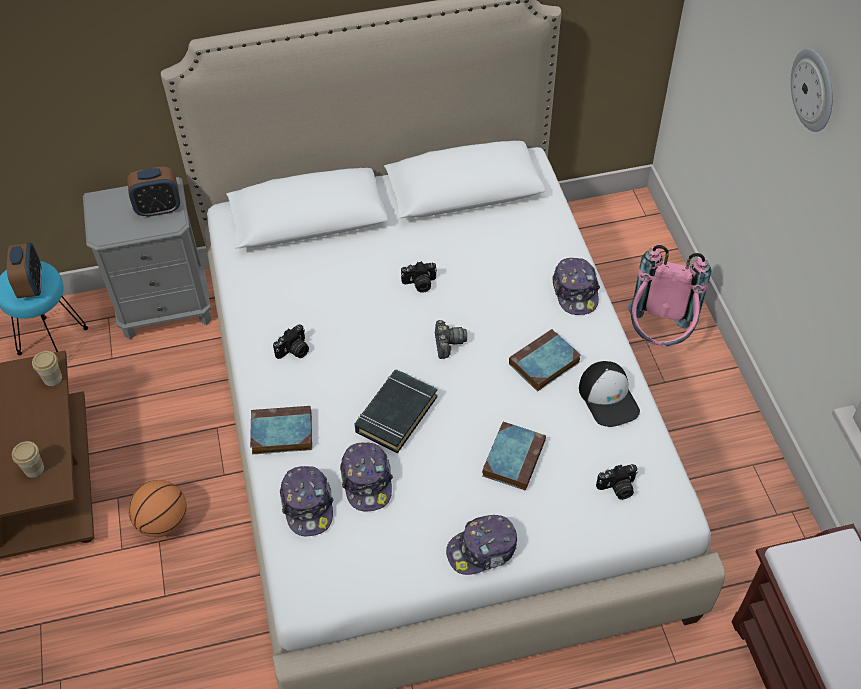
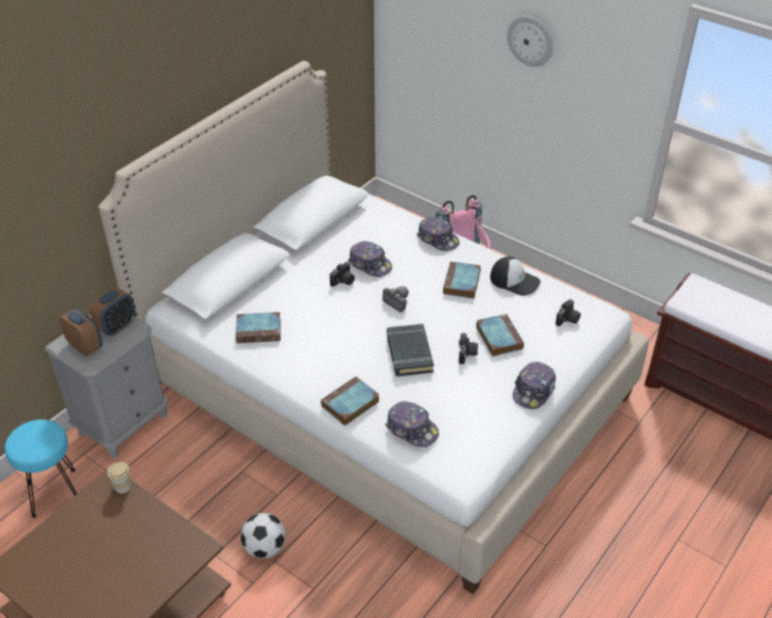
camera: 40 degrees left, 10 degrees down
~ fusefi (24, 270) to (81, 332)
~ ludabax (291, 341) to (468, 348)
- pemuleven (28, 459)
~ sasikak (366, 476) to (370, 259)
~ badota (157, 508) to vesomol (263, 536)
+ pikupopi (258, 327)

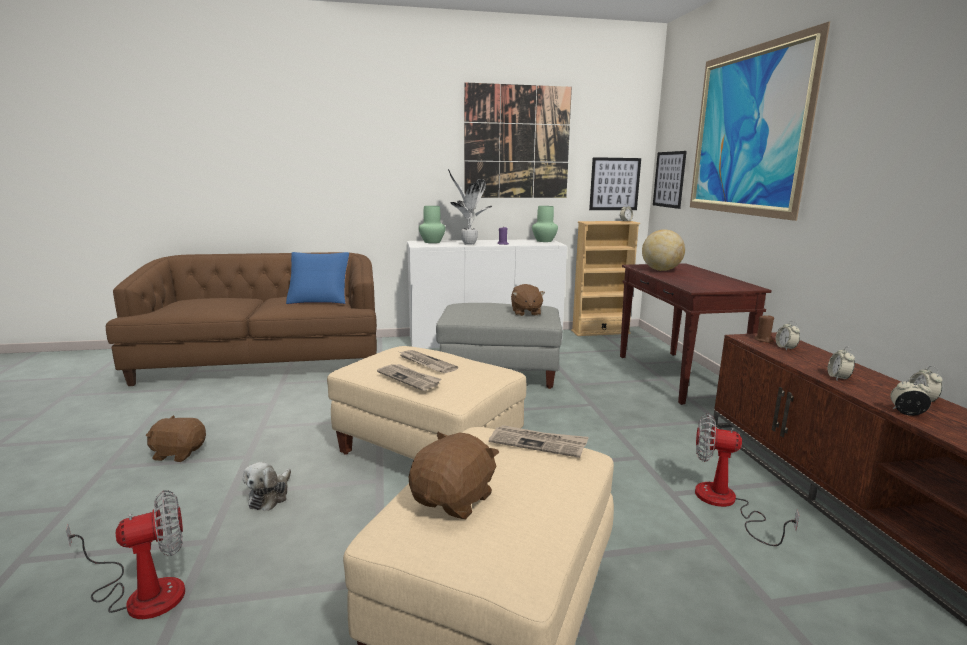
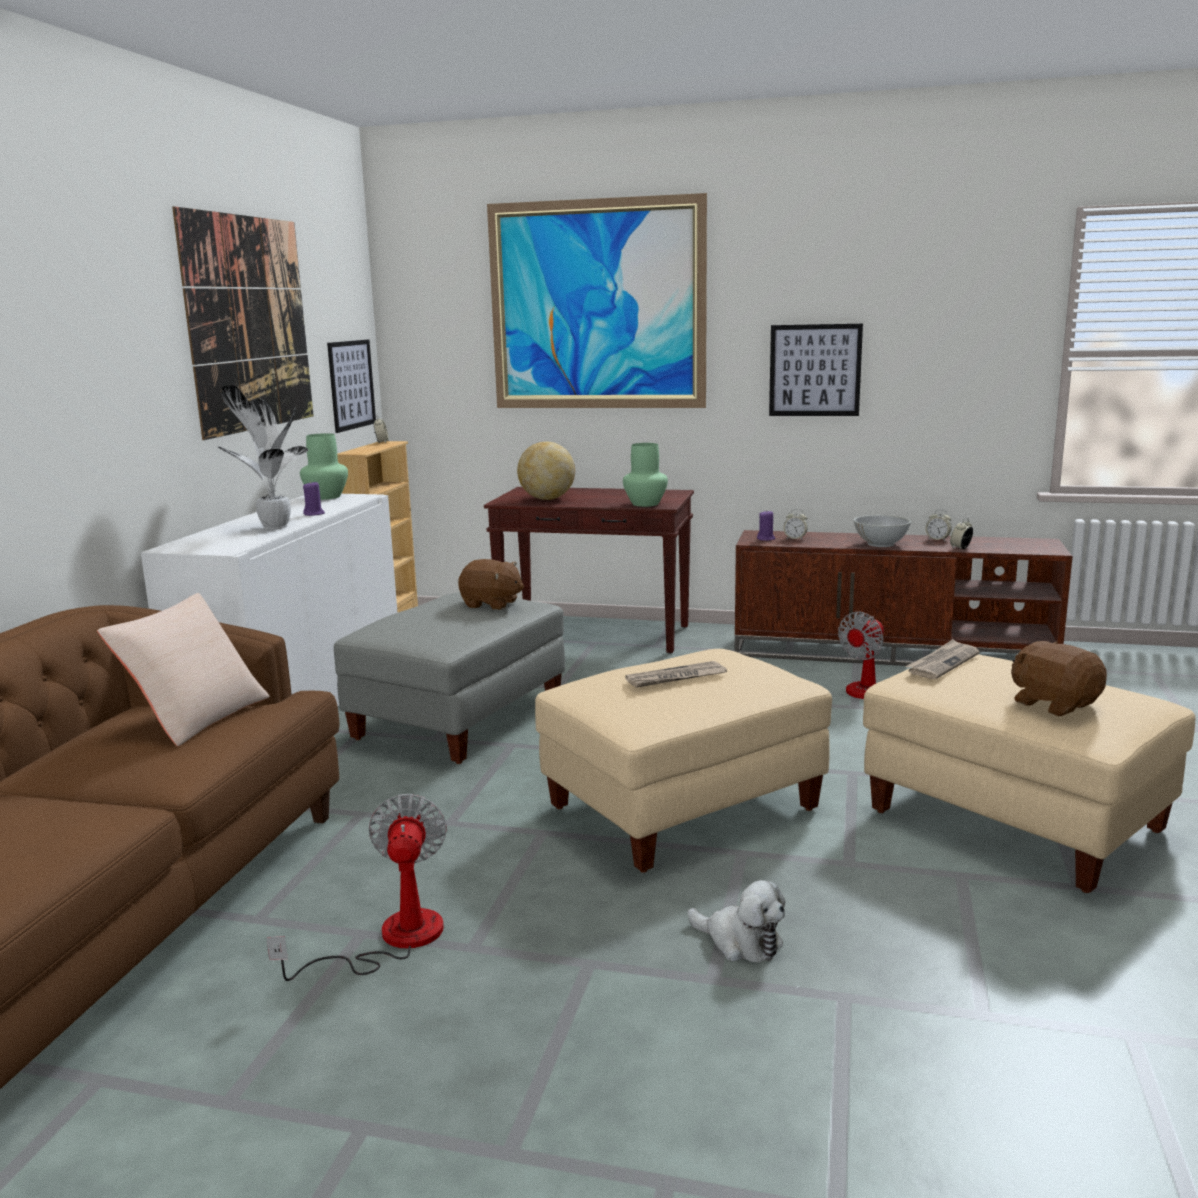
camera: 65 degrees left, 0 degrees up
~ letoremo (670, 180) to (816, 370)
~ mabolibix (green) (432, 224) to (645, 475)
~ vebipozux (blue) (317, 278) to vebipozux (beige) (183, 669)
~ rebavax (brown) (764, 328) to rebavax (purple) (766, 525)
~ fusefi (841, 363) to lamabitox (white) (882, 531)
- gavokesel (409, 377)
- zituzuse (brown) (176, 438)
~ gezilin (125, 554) to (356, 887)

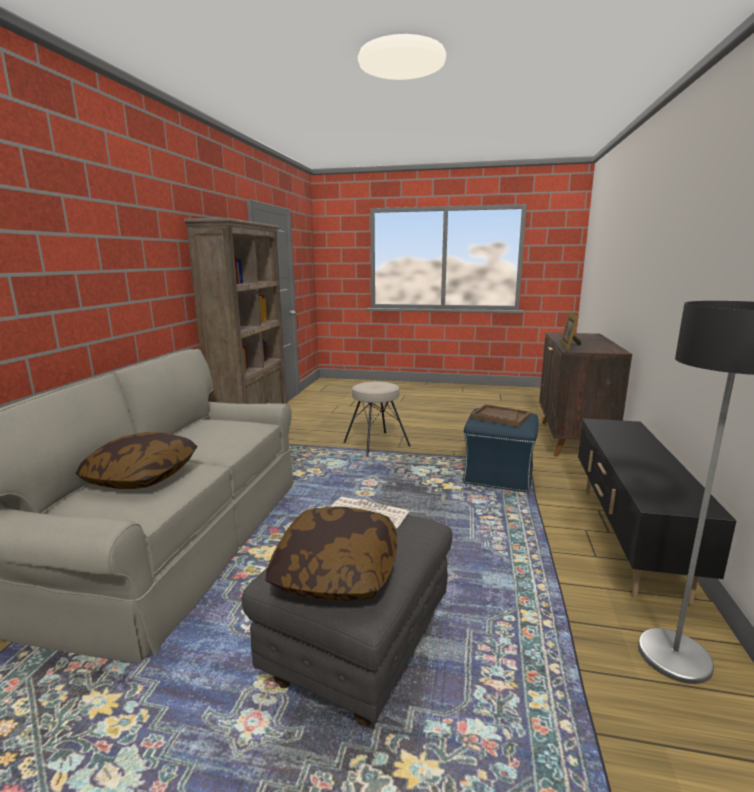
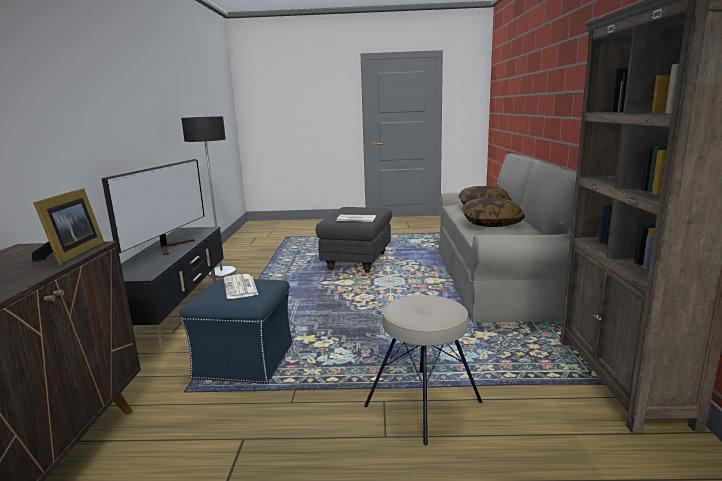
camera: 170 degrees right, 0 degrees up
~ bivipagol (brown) (501, 415) to gavokesel (241, 286)
~ vebipozux (331, 554) to (493, 212)
+ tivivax (153, 207)

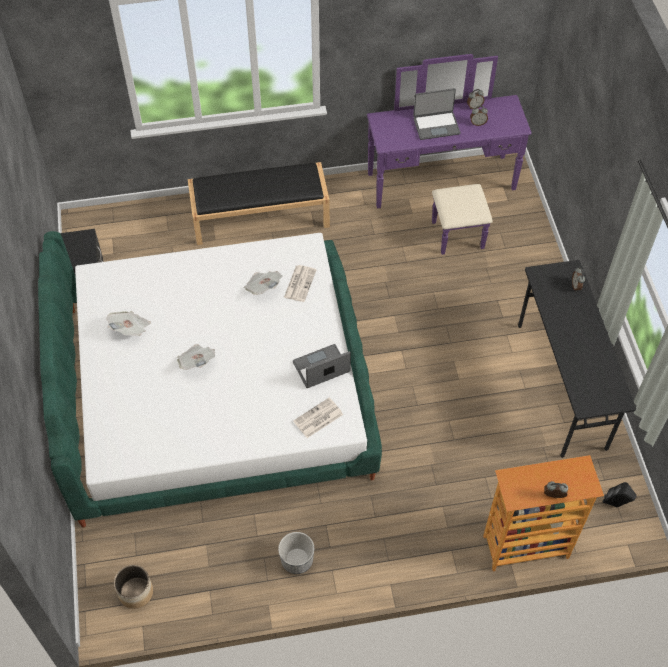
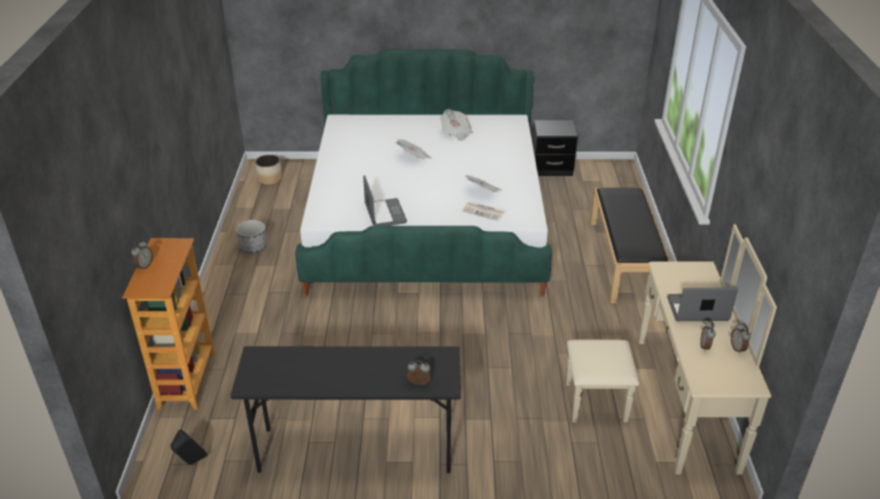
camera: 100 degrees right, 20 degrees down
~ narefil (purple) (449, 154) to narefil (beige) (671, 349)
~ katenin (437, 114) = (702, 304) 90 degrees clockwise
- gavokesel (318, 417)

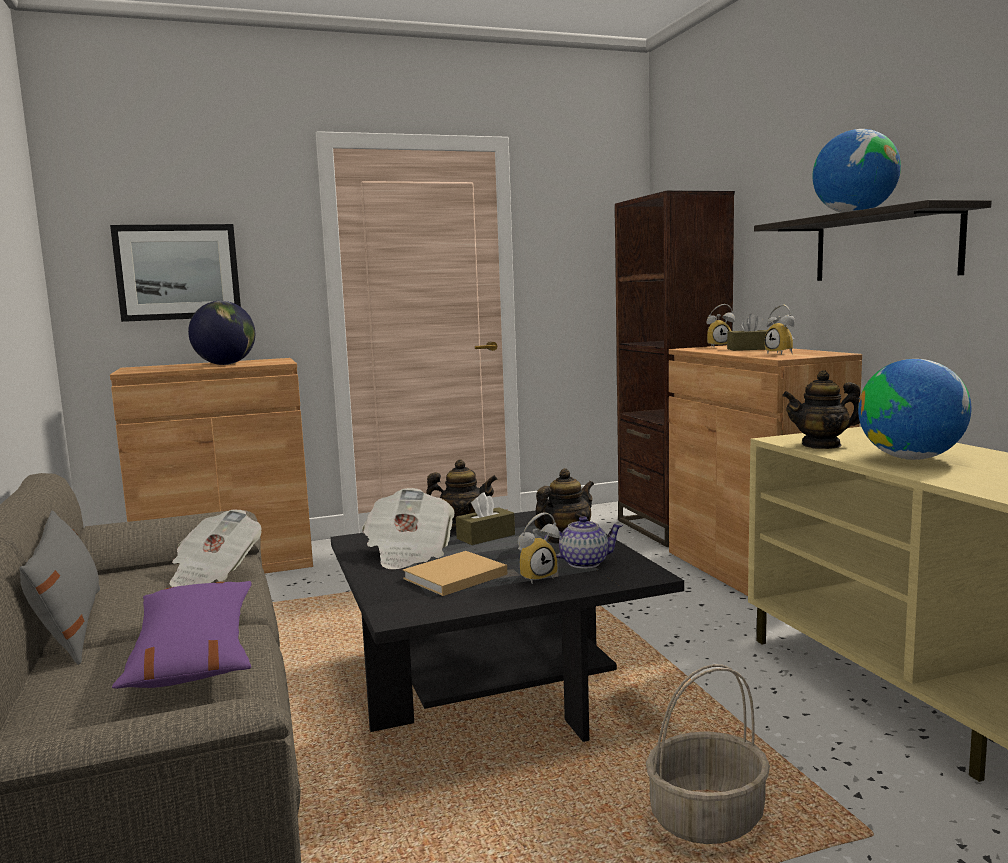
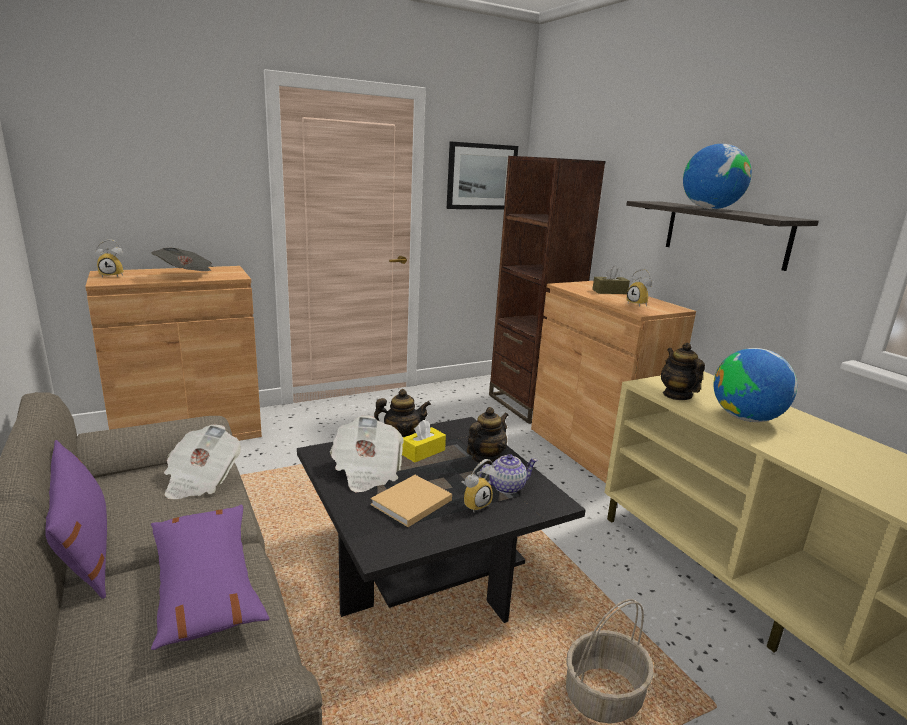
camera: 10 degrees left, 10 degrees up
~ letoremo (175, 273) to (482, 176)
~ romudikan (221, 333) to gavokesel (182, 259)
~ fusefi (720, 325) to (109, 258)
~ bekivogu (821, 409) = (683, 371) 90 degrees clockwise
~ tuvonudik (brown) (485, 519) to tuvonudik (yellow) (424, 441)
~ vebipozux (grey) (59, 588) to vebipozux (purple) (76, 519)

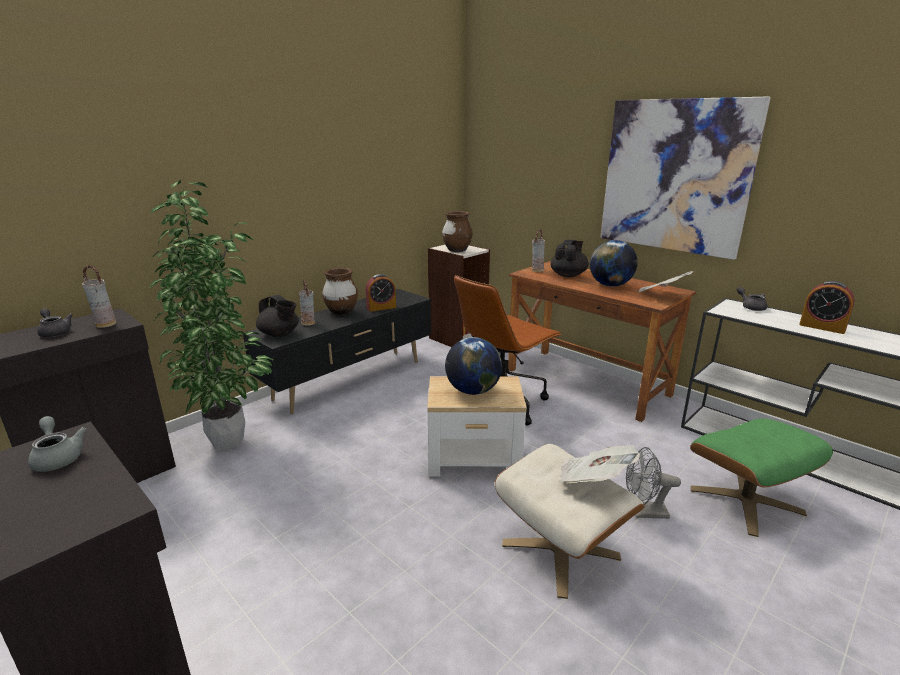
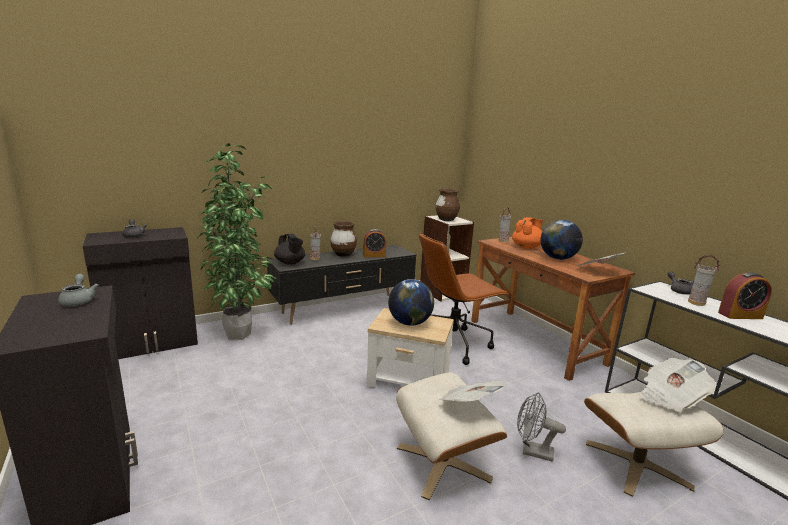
camera: 15 degrees right, 5 degrees down
- letoremo (685, 178)
~ bekivogu (black) (570, 258) to bekivogu (orange) (527, 233)
~ mabolibix (99, 296) to (704, 280)
~ fusefi (826, 307) = (745, 295) 60 degrees counterclockwise
~ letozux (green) (761, 477) to letozux (beige) (654, 444)
+ gavokesel (678, 385)

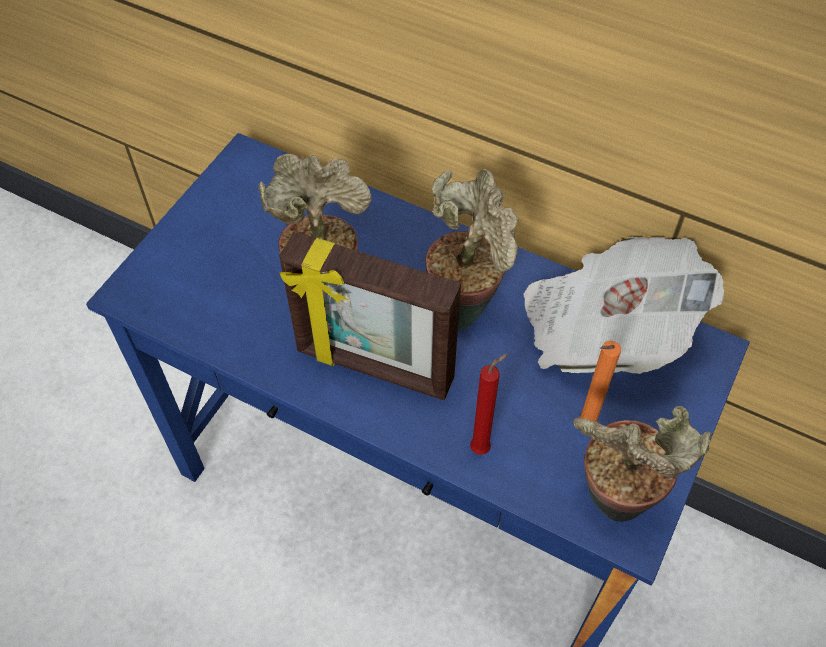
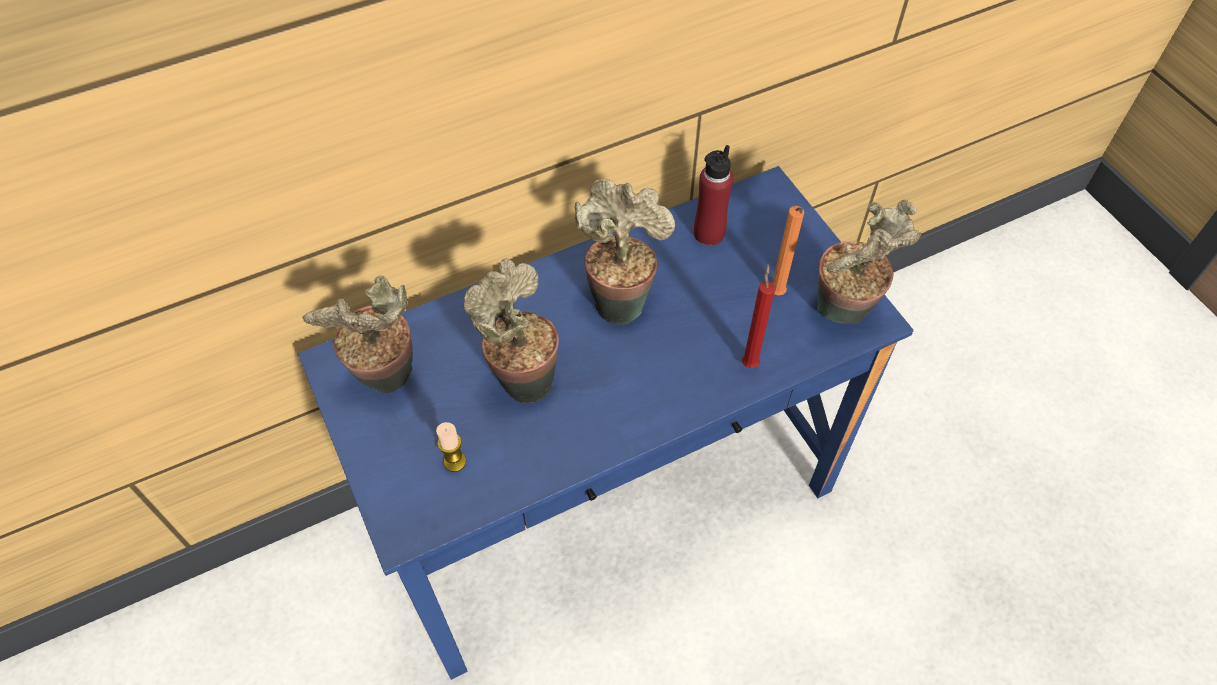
camera: 55 degrees left, 0 degrees up
- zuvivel (370, 315)
~ gavokesel (623, 305) to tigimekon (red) (713, 195)
+ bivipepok (357, 334)
+ rebavax (451, 447)

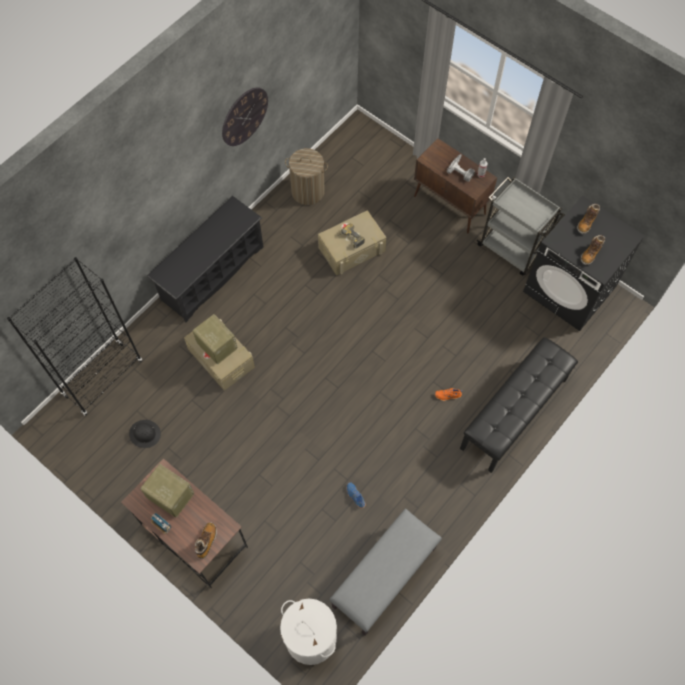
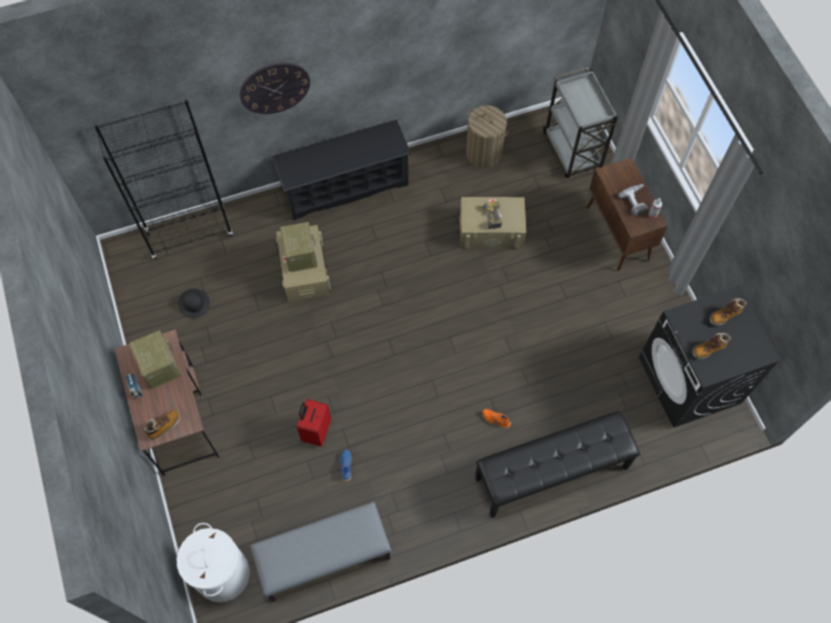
camera: 30 degrees right, 0 degrees up
~ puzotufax (245, 116) to (275, 88)
~ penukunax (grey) (520, 226) to (580, 122)
+ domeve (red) (314, 423)

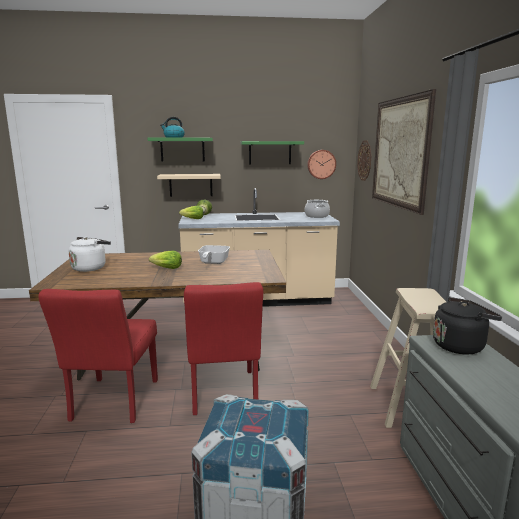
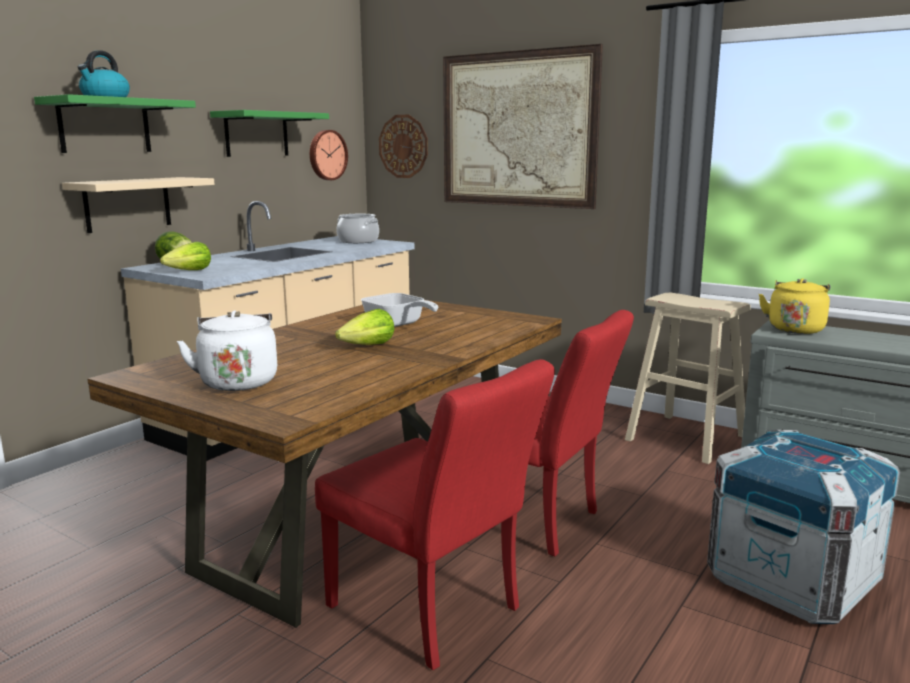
camera: 50 degrees left, 0 degrees up
~ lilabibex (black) (467, 325) to lilabibex (yellow) (794, 306)

